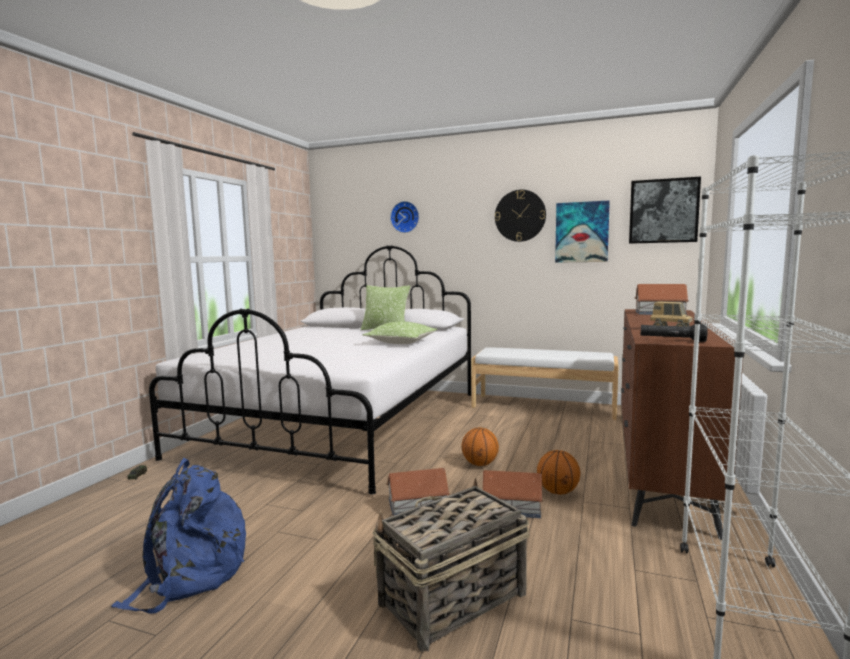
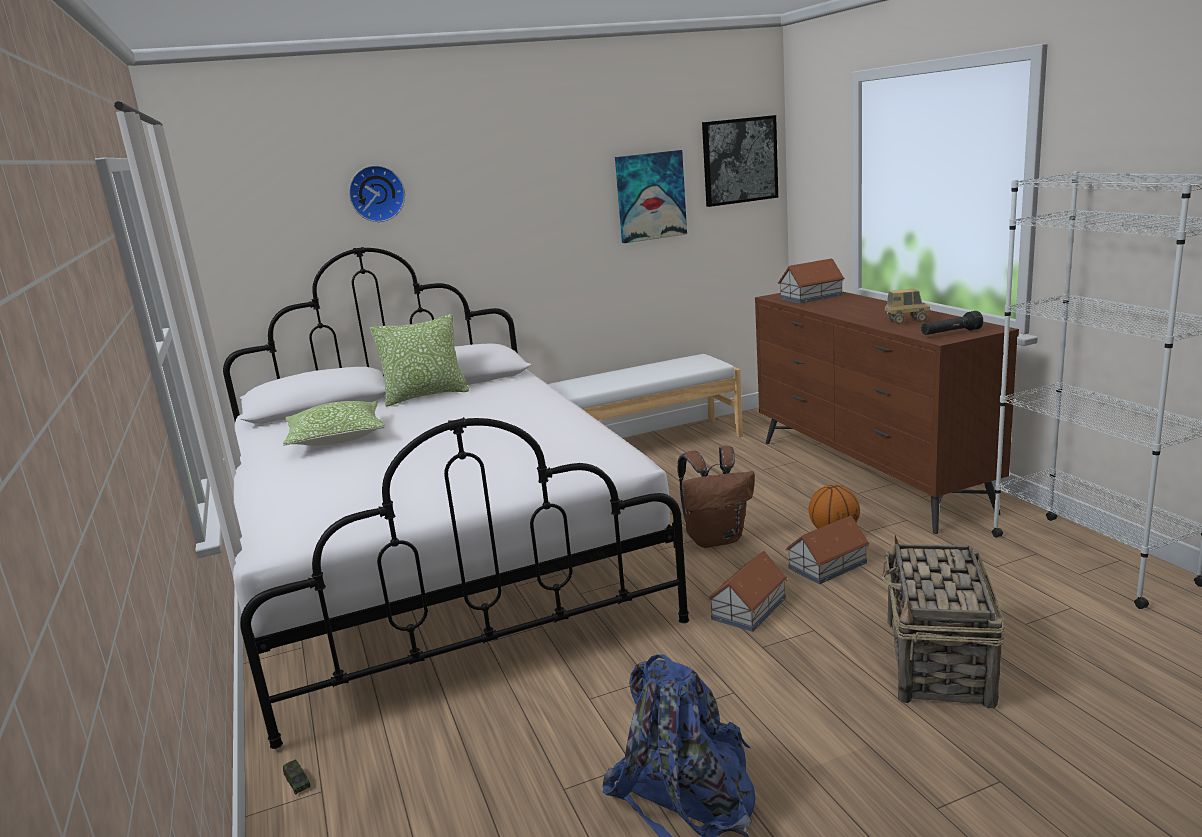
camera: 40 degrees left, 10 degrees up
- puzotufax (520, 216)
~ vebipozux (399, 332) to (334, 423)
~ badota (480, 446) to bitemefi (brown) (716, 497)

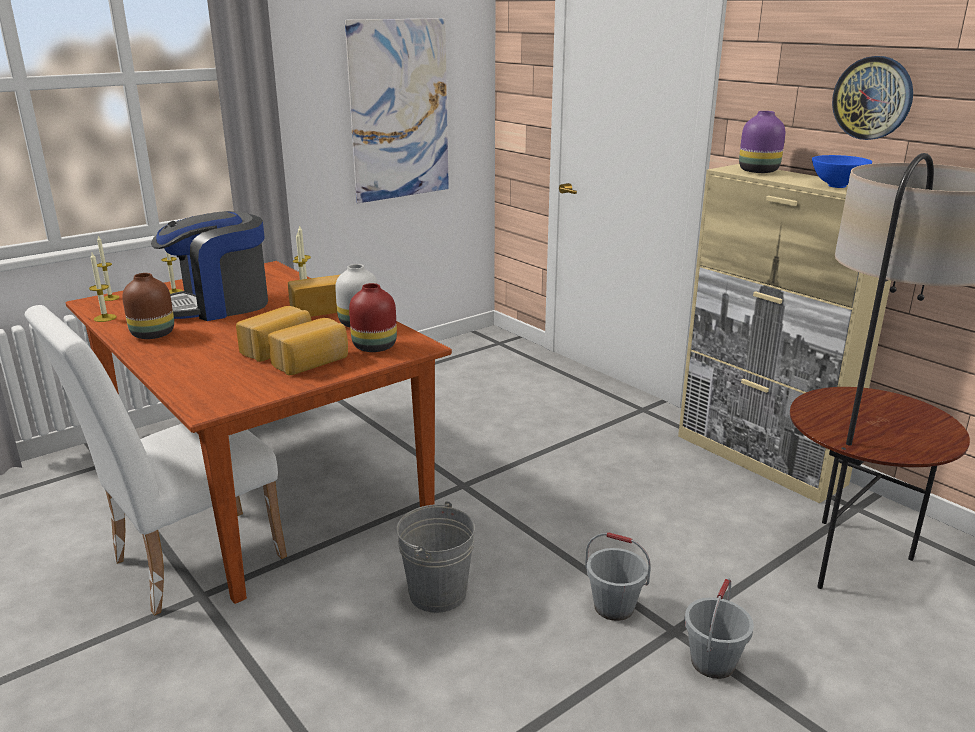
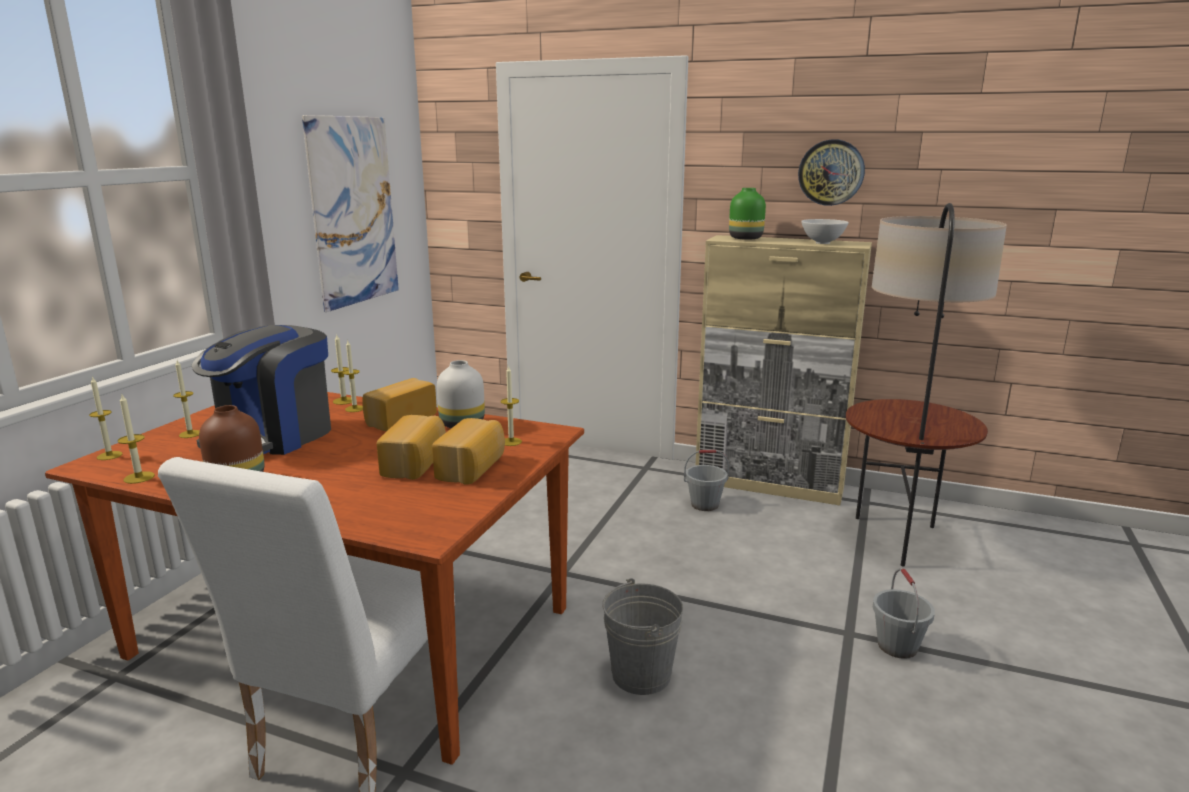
camera: 30 degrees left, 5 degrees down
~ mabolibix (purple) (762, 142) to mabolibix (green) (747, 214)
~ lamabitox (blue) (842, 171) to lamabitox (white) (825, 231)
~ mabolibix (red) (373, 317) to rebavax (511, 405)
~ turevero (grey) (618, 576) to (706, 480)

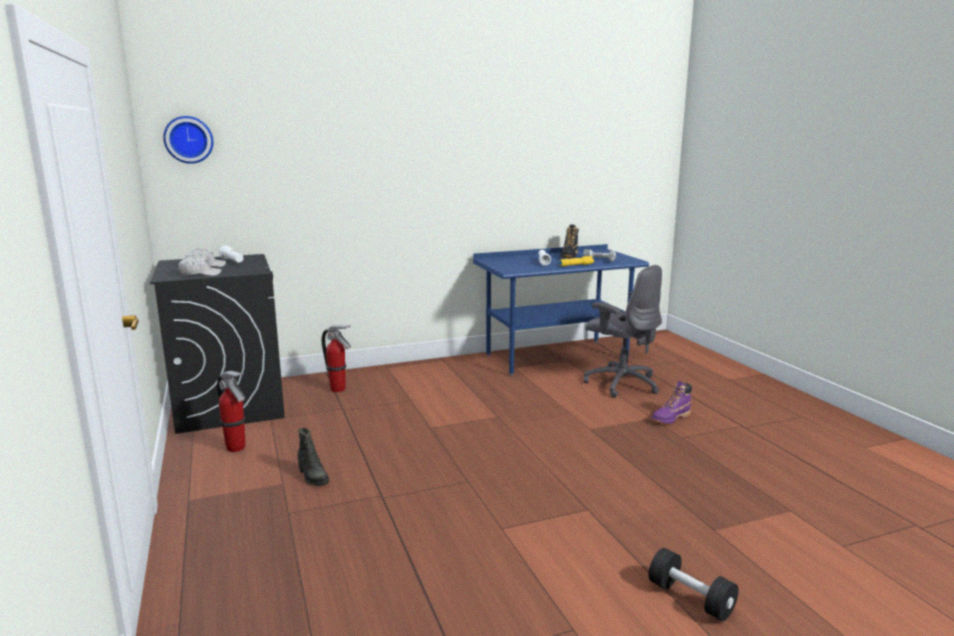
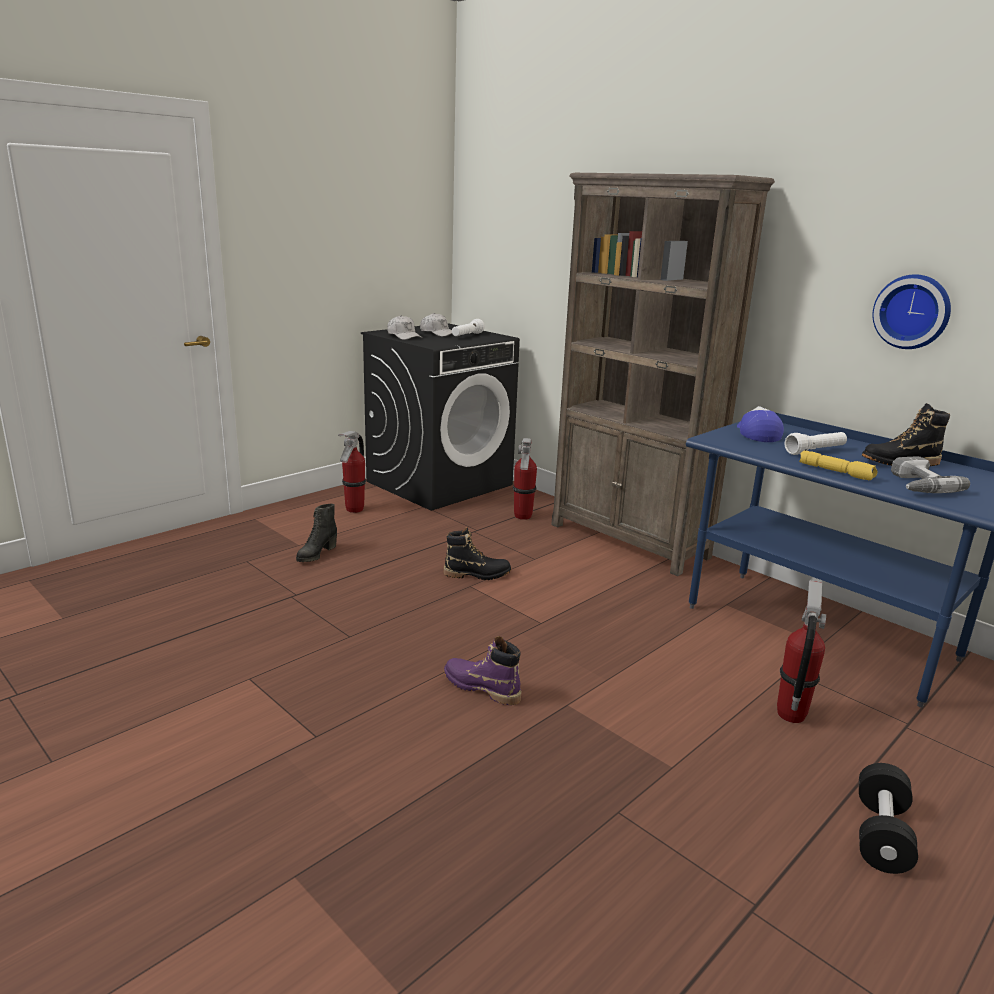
camera: 65 degrees right, 5 degrees up
~ puzotufax (188, 140) to (912, 311)
~ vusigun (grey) (623, 331) to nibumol (801, 651)
~ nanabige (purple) (671, 402) to (482, 670)
~ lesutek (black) (694, 584) to (888, 818)
+ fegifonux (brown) (663, 374)
+ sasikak (760, 424)
+ nanabige (black) (477, 553)

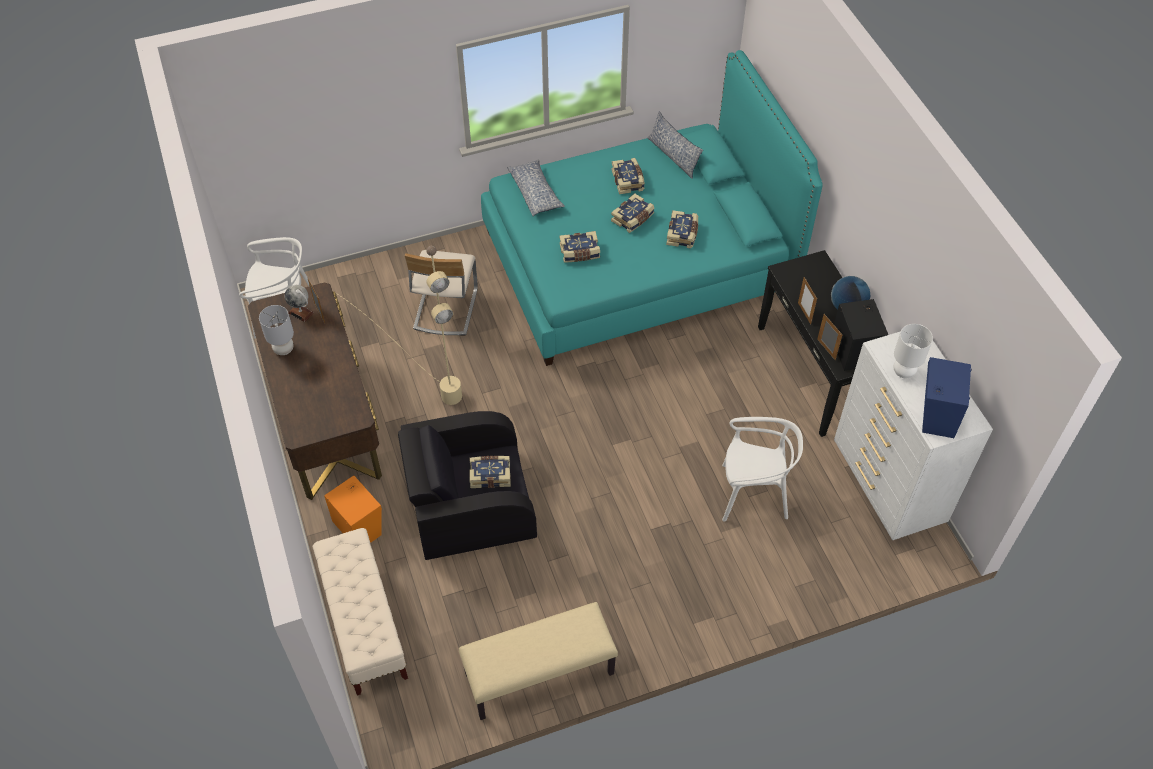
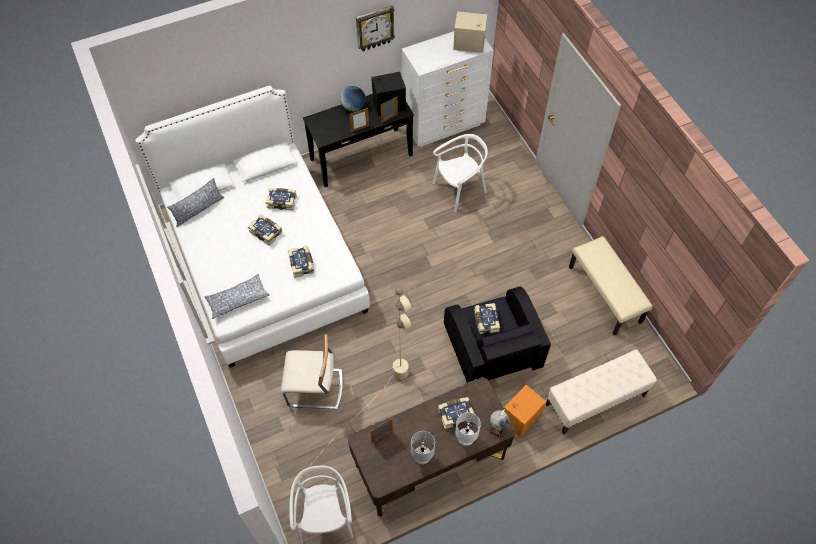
camera: 95 degrees left, 5 degrees up
~ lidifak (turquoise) (652, 208) to lidifak (white) (252, 227)
~ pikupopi (628, 176) to (456, 413)
~ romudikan (299, 303) to (499, 423)
~ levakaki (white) (913, 351) to (468, 429)
~ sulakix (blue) (947, 397) to sulakix (beige) (470, 32)
~ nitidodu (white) (762, 469) = (460, 173) 60 degrees clockwise
+ puzotufax (375, 28)

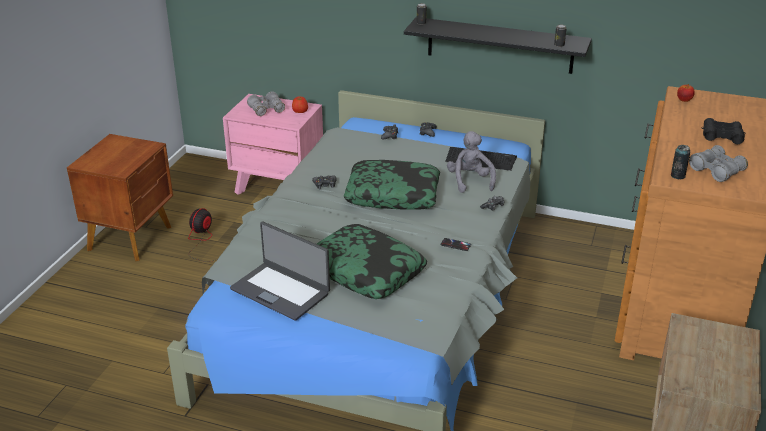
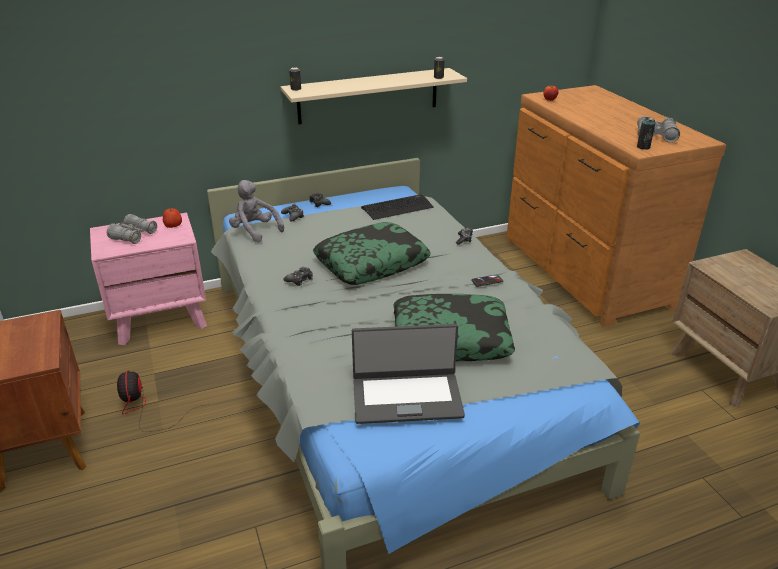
camera: 40 degrees left, 0 degrees up
~ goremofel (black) (498, 45) to goremofel (beige) (374, 96)
- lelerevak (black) (724, 131)
~ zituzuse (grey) (471, 162) to (256, 211)

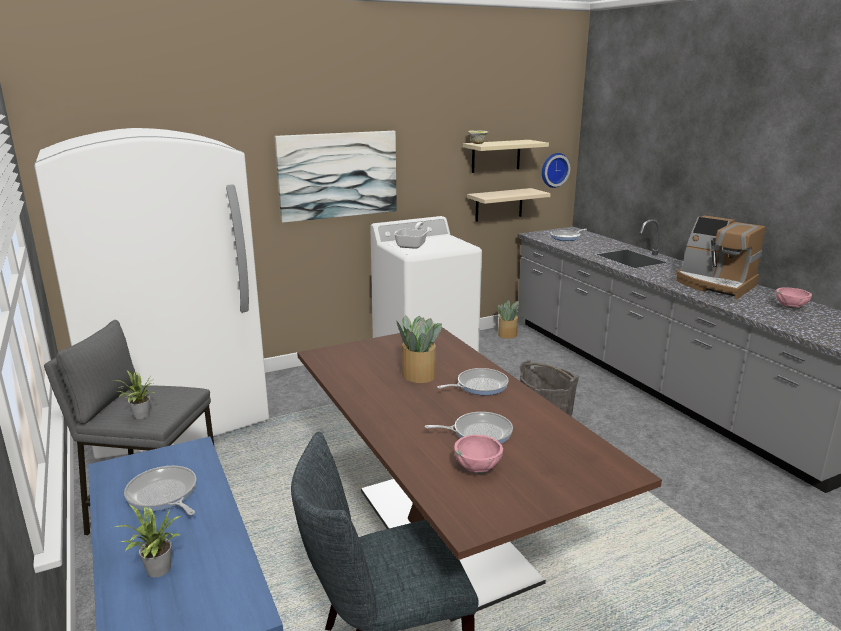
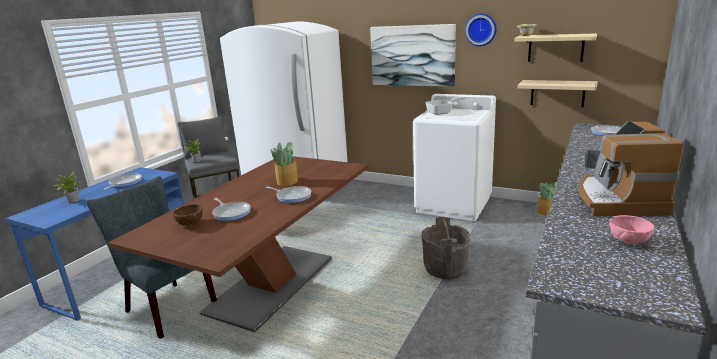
camera: 55 degrees right, 0 degrees up
~ puzotufax (556, 170) to (481, 29)
~ lamabitox (pink) (478, 454) to lamabitox (brown) (187, 214)

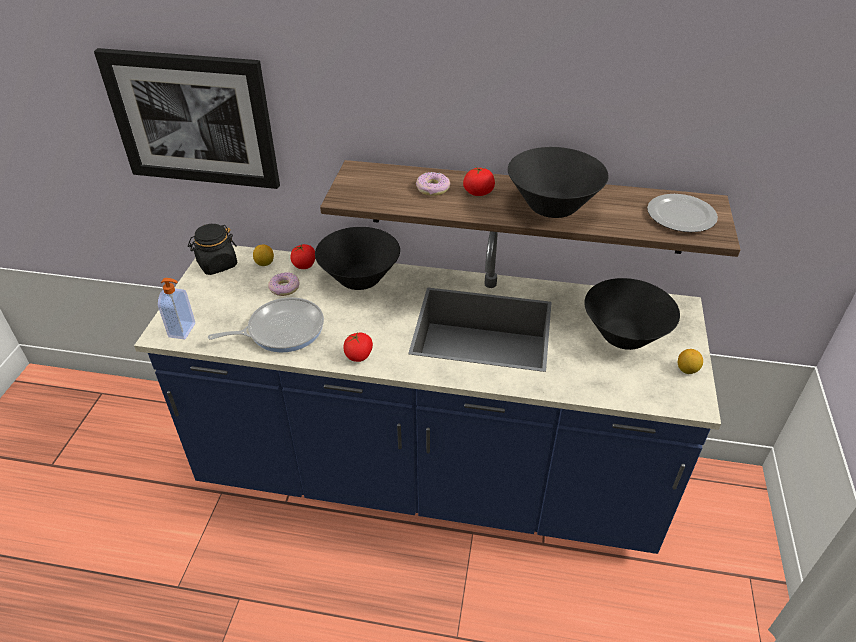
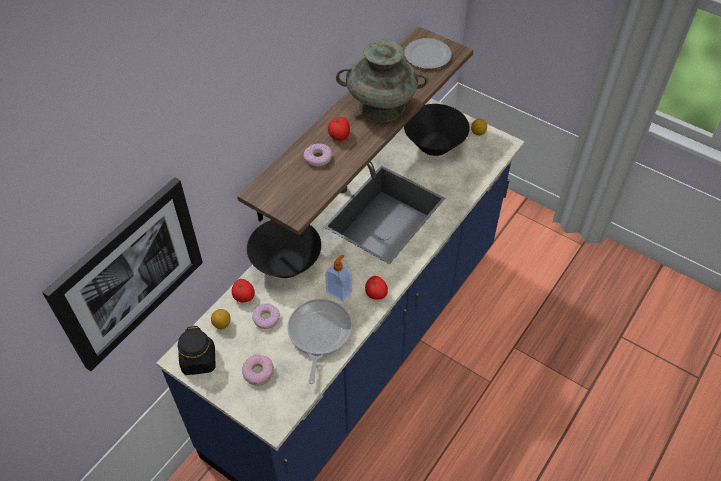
camera: 65 degrees left, 10 degrees up
~ lamabitox (black) (558, 182) to mabolibix (turquoise) (382, 80)
~ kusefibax (176, 308) to (338, 278)
+ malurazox (258, 370)

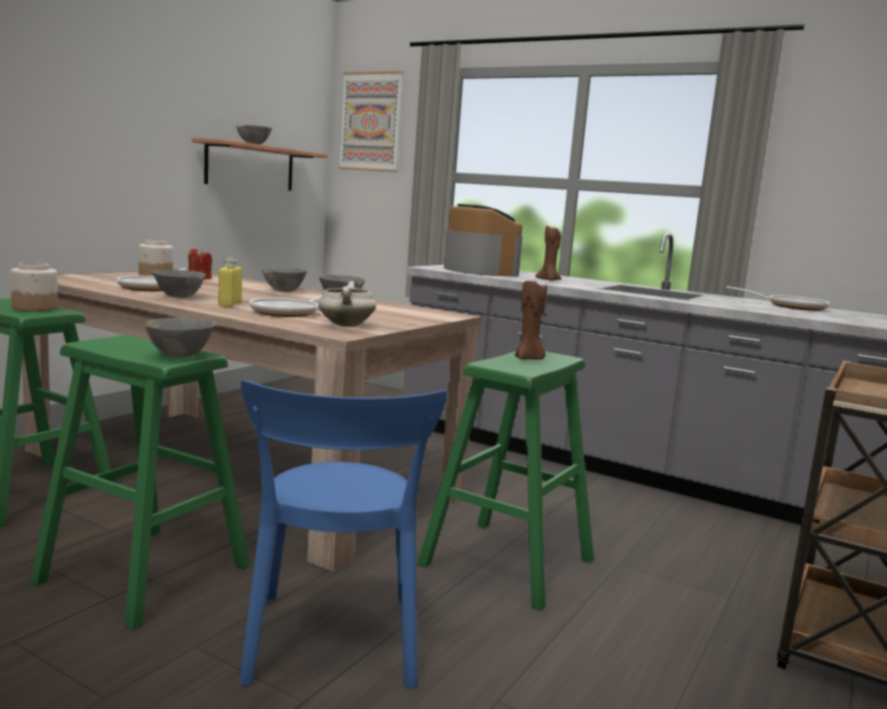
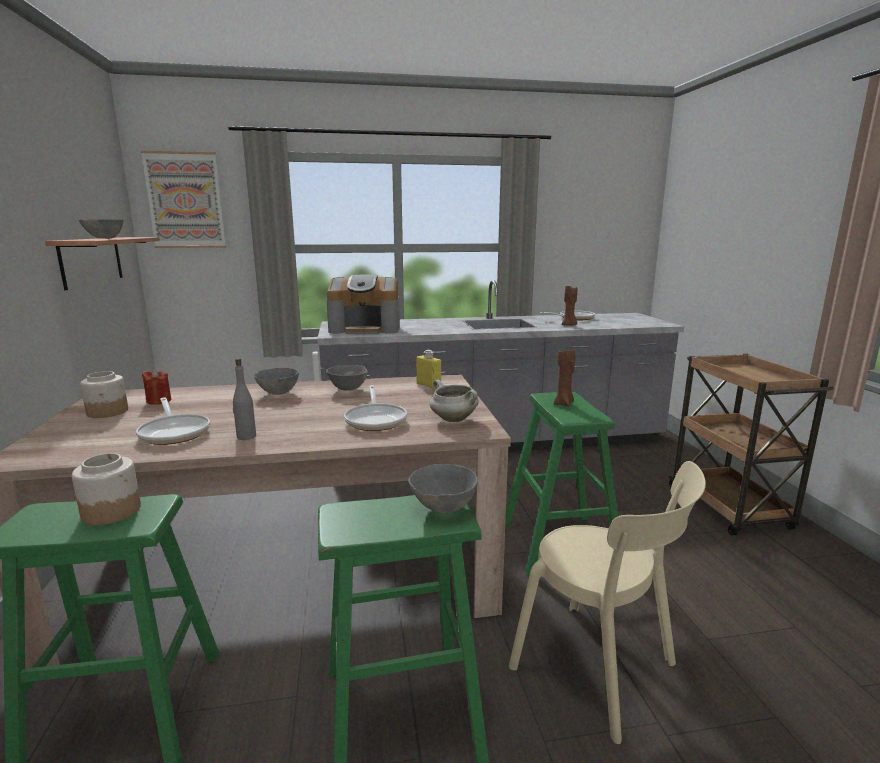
camera: 40 degrees left, 5 degrees up
~ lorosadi (483, 240) = (363, 304) 150 degrees clockwise
~ rebavax (brown) (548, 253) to (569, 305)
~ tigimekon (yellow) (230, 282) to (428, 369)
~ lamabitox (grey) (179, 284) to tigimekon (grey) (244, 399)
~ nitidodu (blue) (343, 534) to nitidodu (beige) (607, 602)

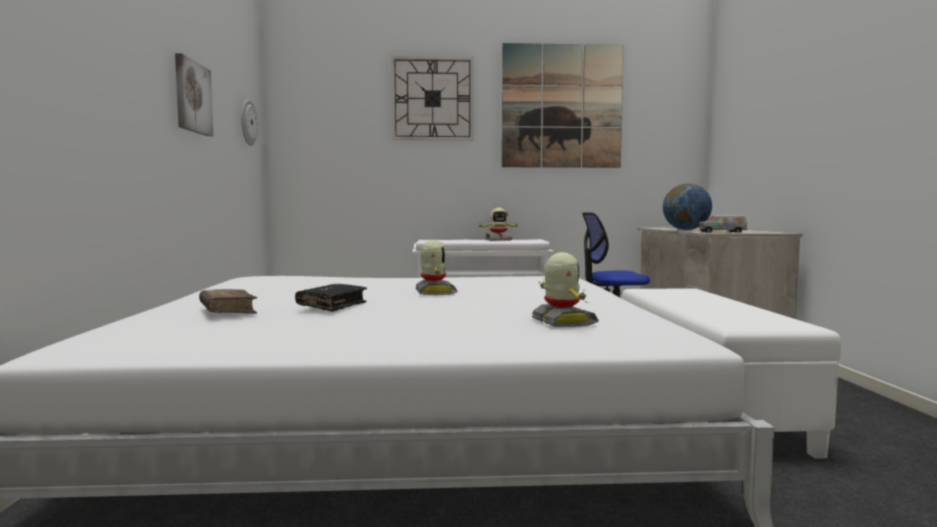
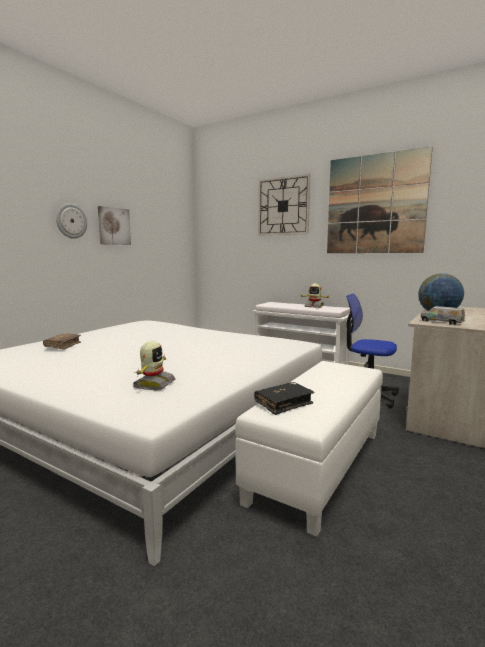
camera: 35 degrees right, 5 degrees up
~ puzotufax (249, 122) to (71, 221)
- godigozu (436, 267)
~ pikupopi (black) (331, 298) to (284, 398)

